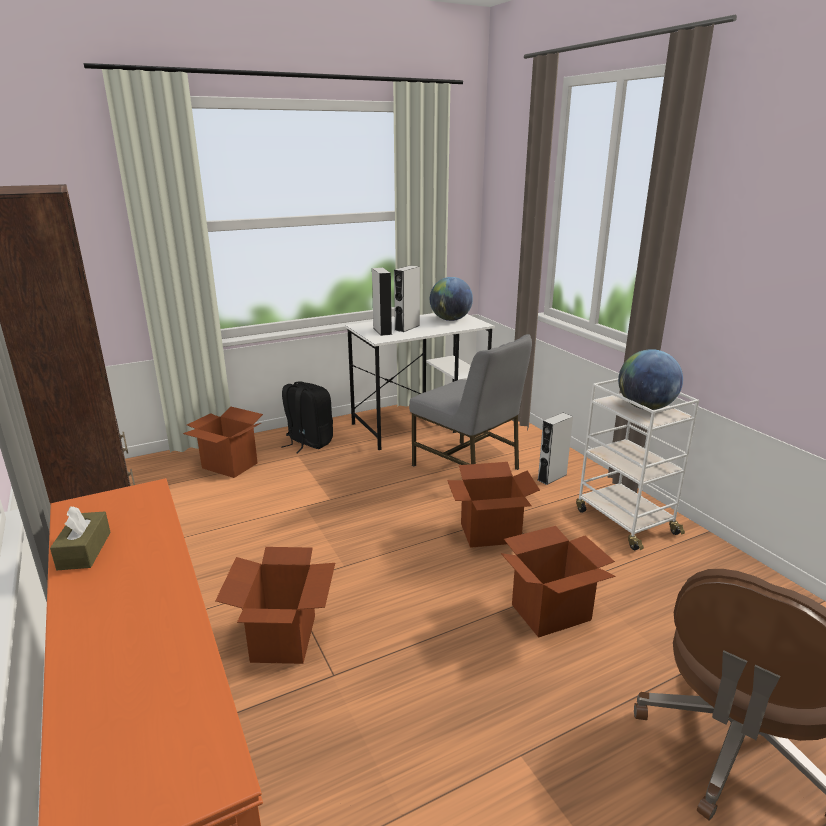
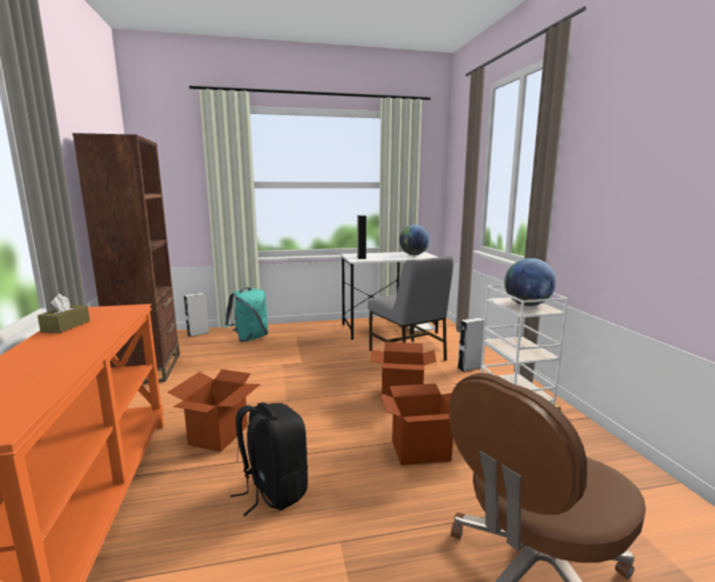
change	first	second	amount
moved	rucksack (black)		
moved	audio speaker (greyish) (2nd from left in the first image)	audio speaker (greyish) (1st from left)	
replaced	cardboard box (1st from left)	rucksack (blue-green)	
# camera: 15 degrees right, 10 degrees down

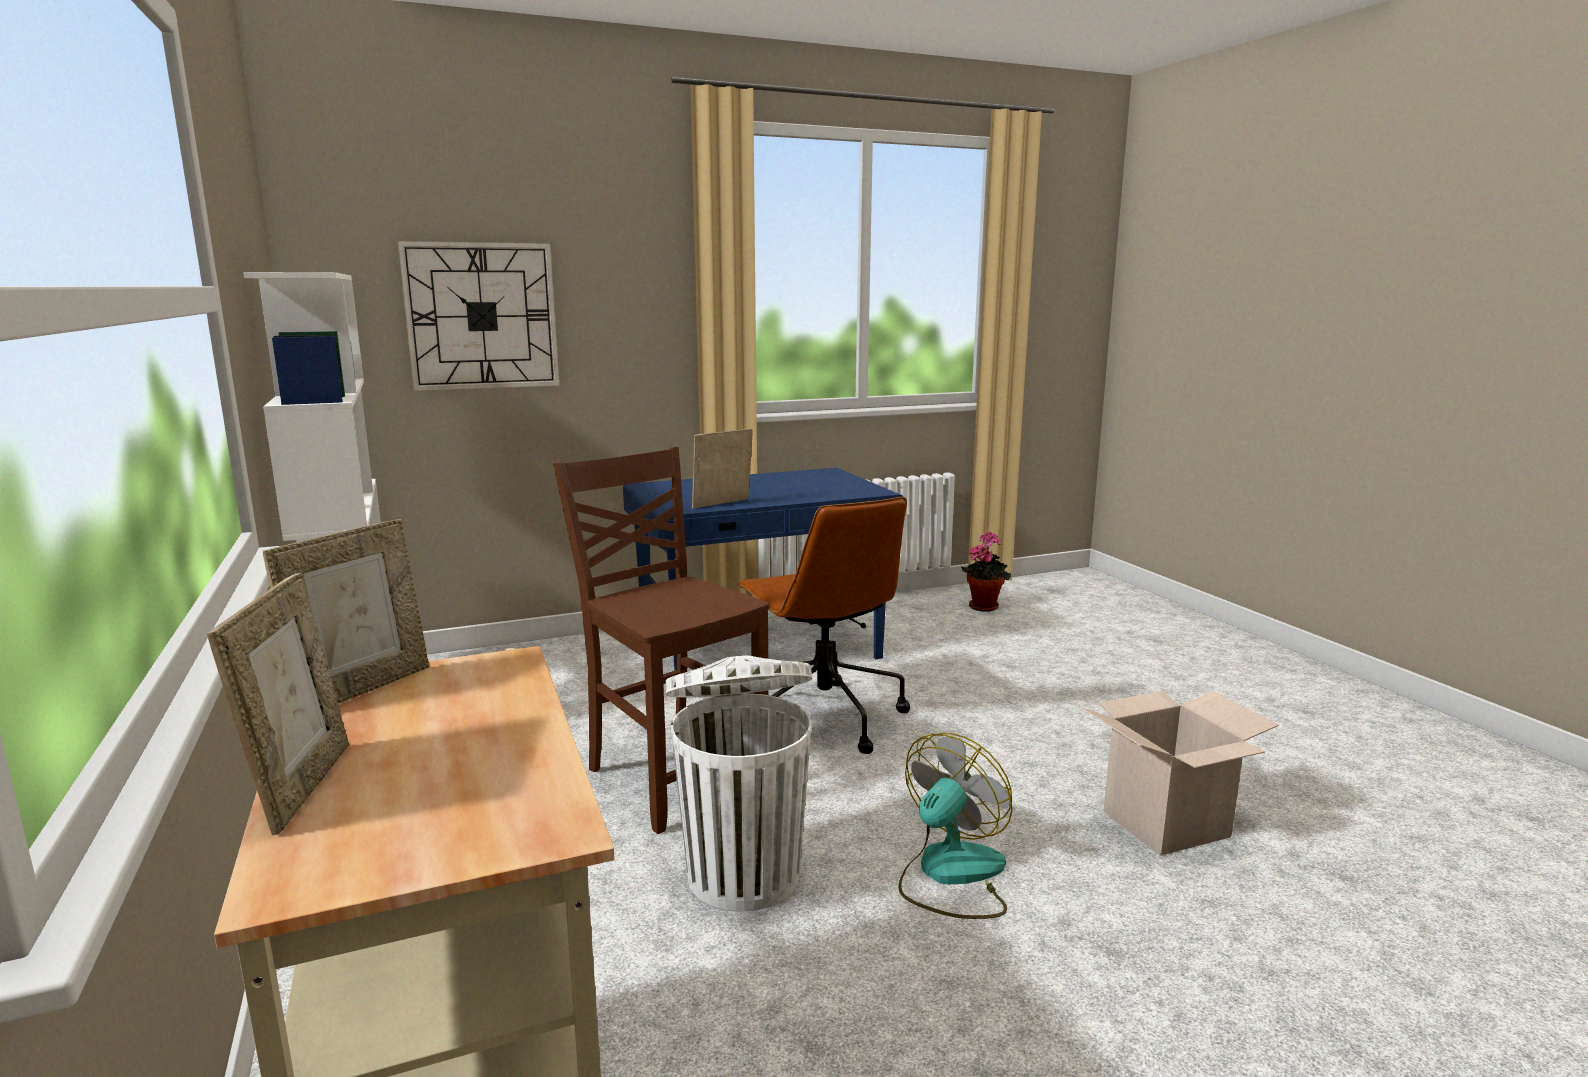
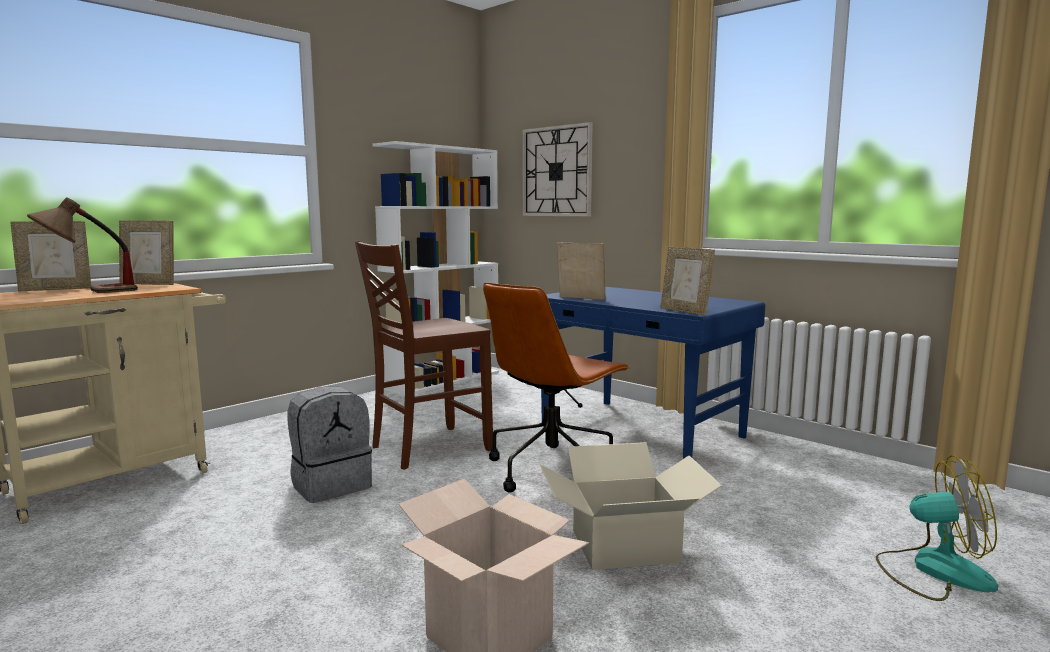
change	first	second	amount
removed	plant in a pot		
added		table lamp	
added		cardboard box (2nd from left)	
added		standing frame (4th from left)	
moved	electric fan		
replaced	waste bin (white-coloured)	rucksack (greyish)	
turned	chair (brownish)		150 degrees counterclockwise
# camera: 65 degrees right, 5 degrees down

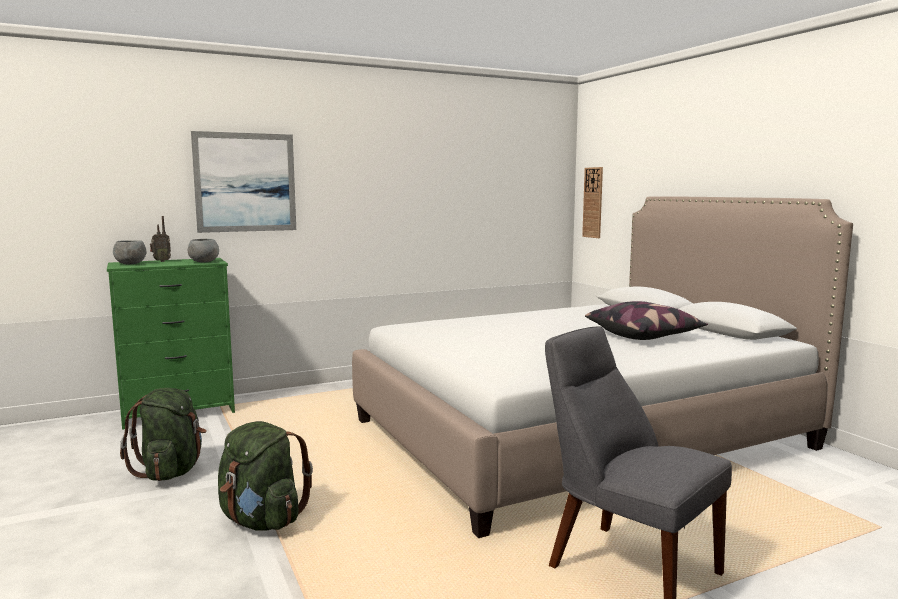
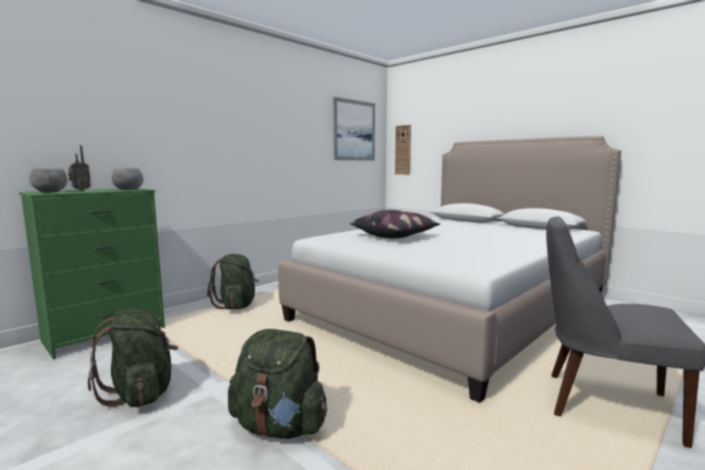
change	first	second	amount
added		rucksack (greenish) (2nd from left)	
moved	wall picture		
moved	throw pillow		
# camera: 20 degrees left, 0 degrees up

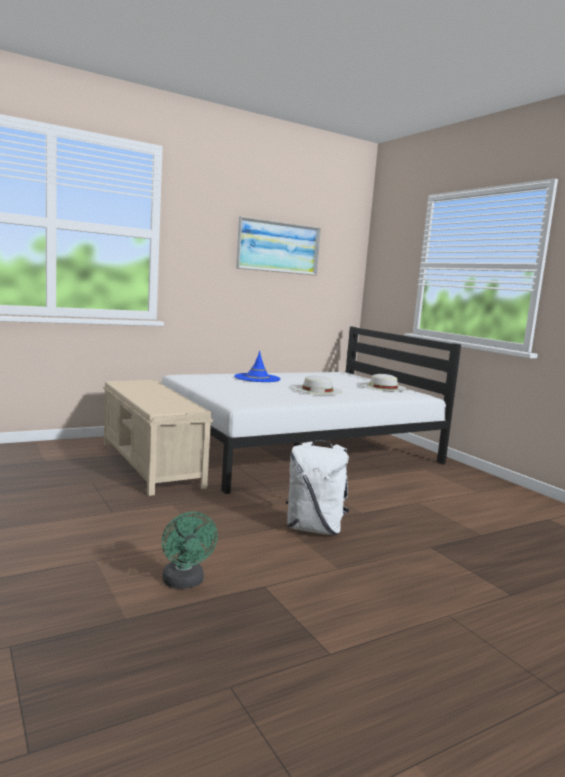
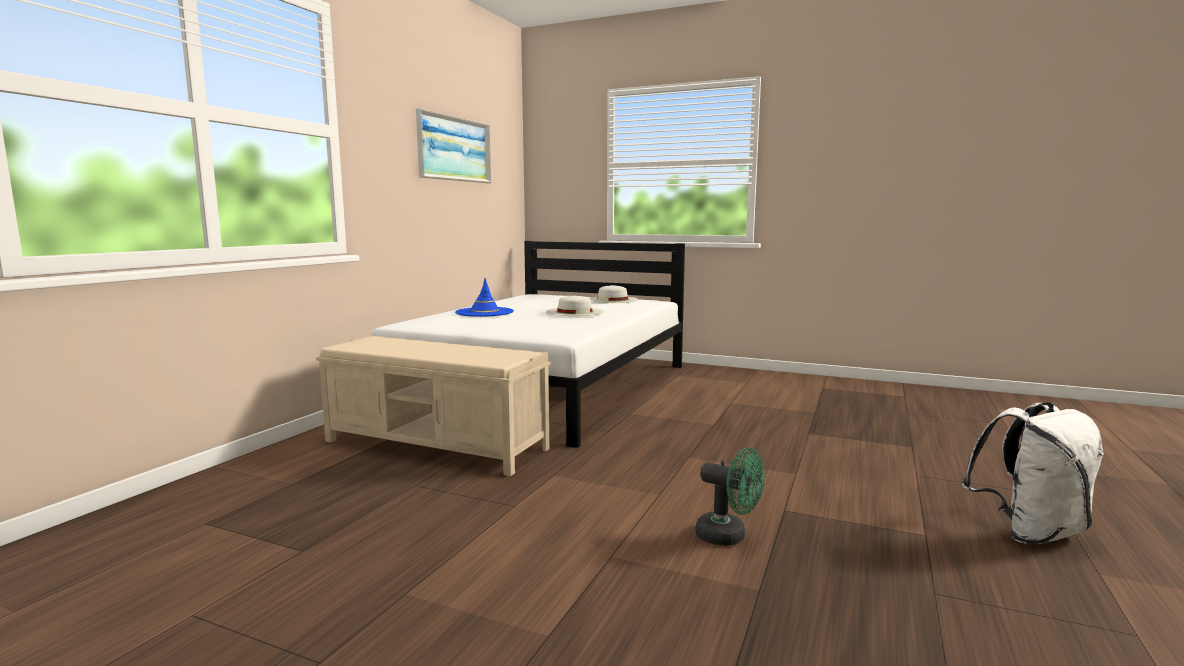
change	first	second	amount
moved	rucksack (white-coloured)		
# camera: 35 degrees left, 0 degrees up

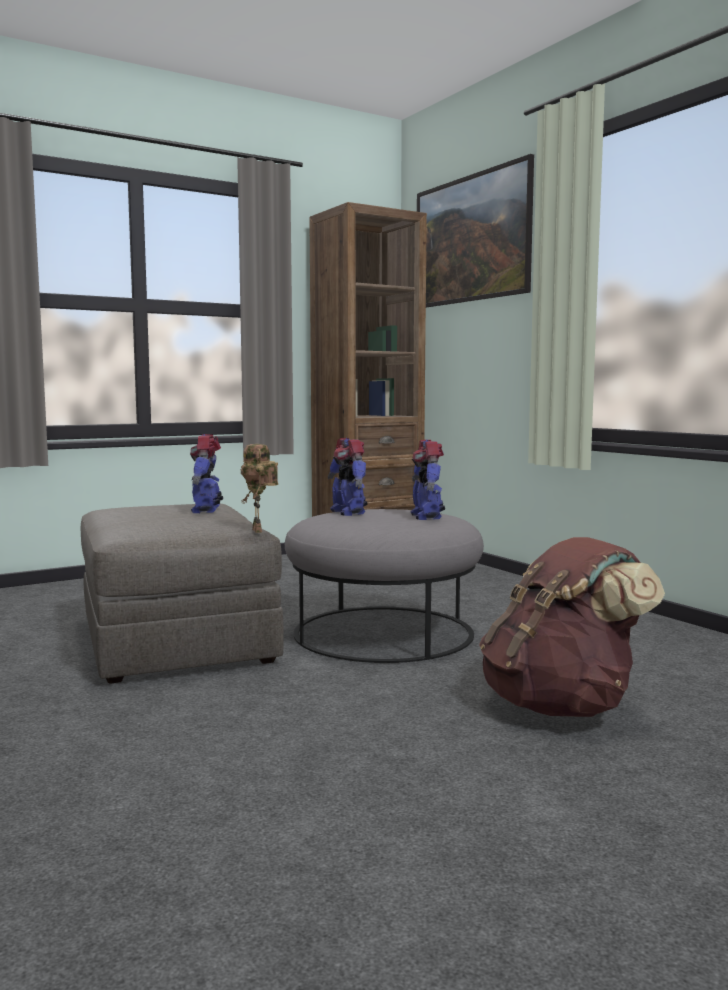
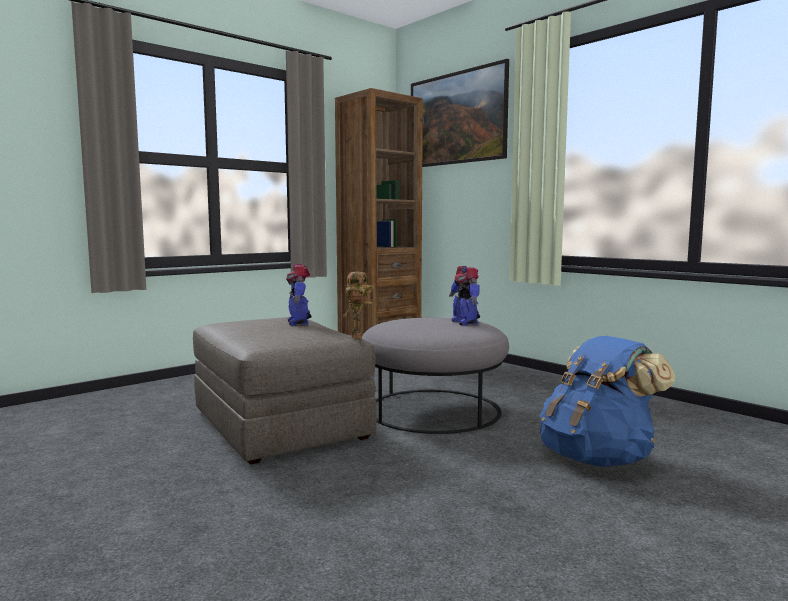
change	first	second	amount
removed	toy robot (3rd from left)		
recoloured	rucksack (brownish)	rucksack (bluish)	
# camera: 10 degrees left, 0 degrees up

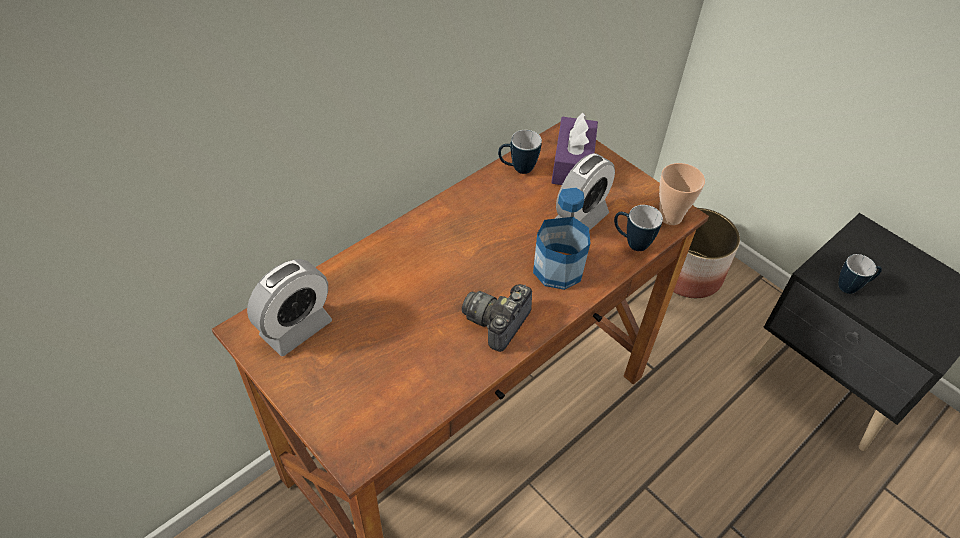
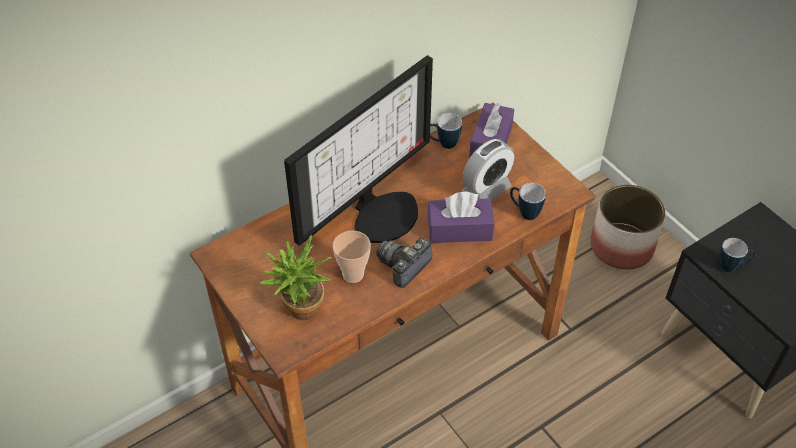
change	first	second	amount
removed	table clock (1st from left)		
added		plant in a pot	
added		computer display	
moved	small cup		
replaced	beverage bottle	box of tissues (purple-coloured) (1st from left)	
# camera: 10 degrees right, 0 degrees up

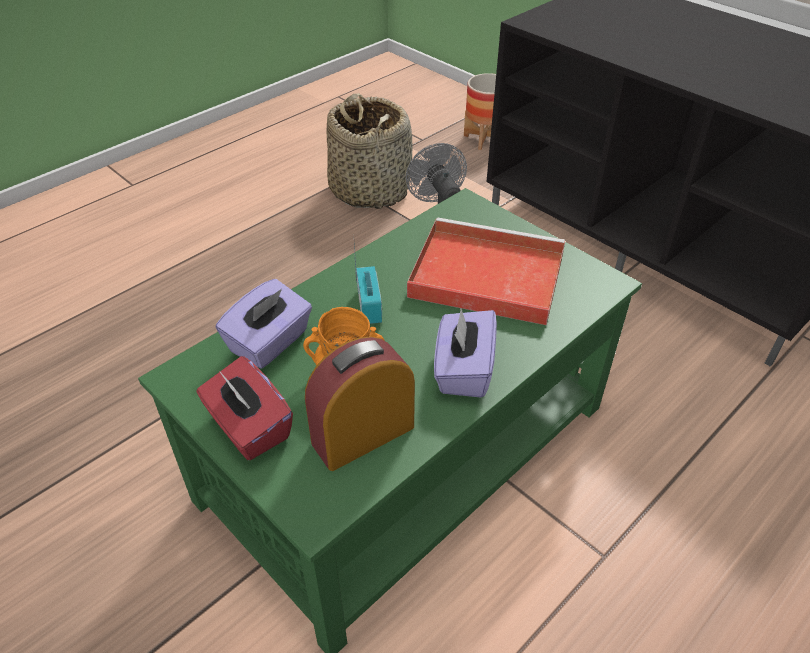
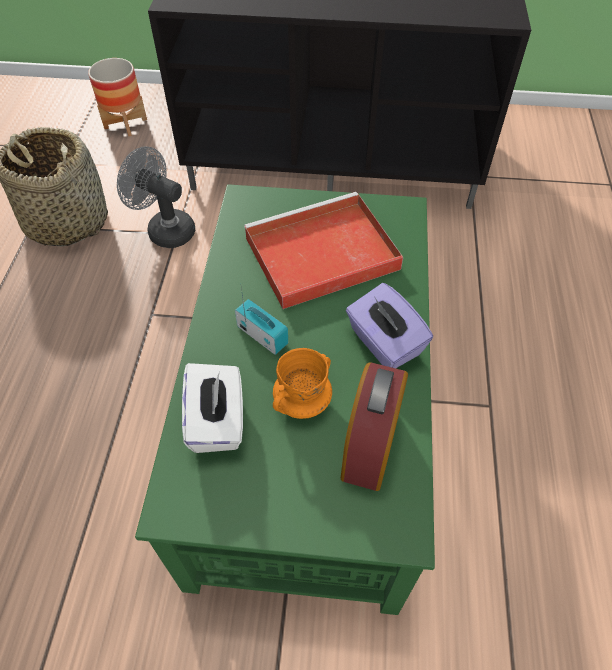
change	first	second	amount
removed	box of tissues (red)		
recoloured	box of tissues (purple-coloured) (1st from left)	box of tissues (white-coloured)	
# camera: 40 degrees left, 10 degrees up

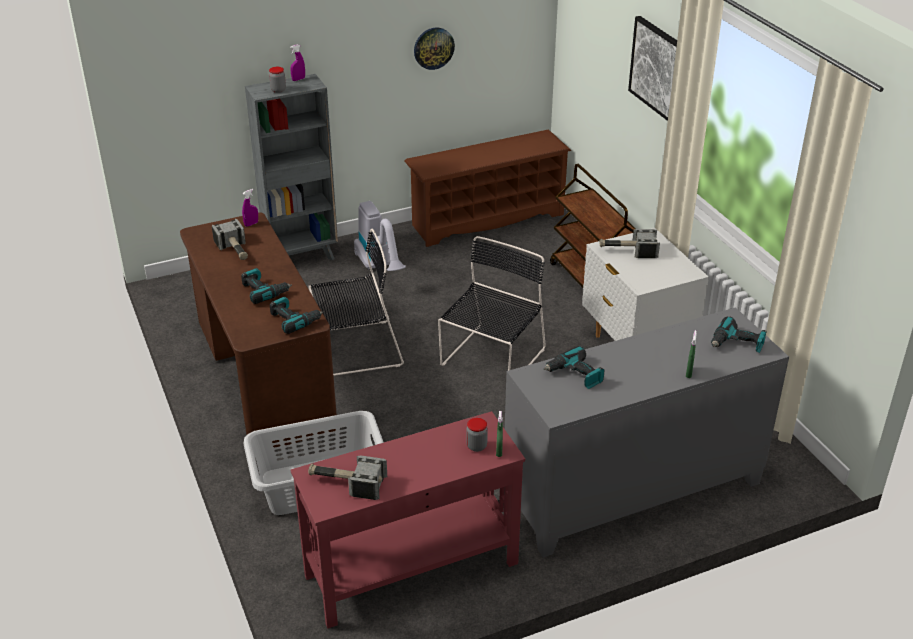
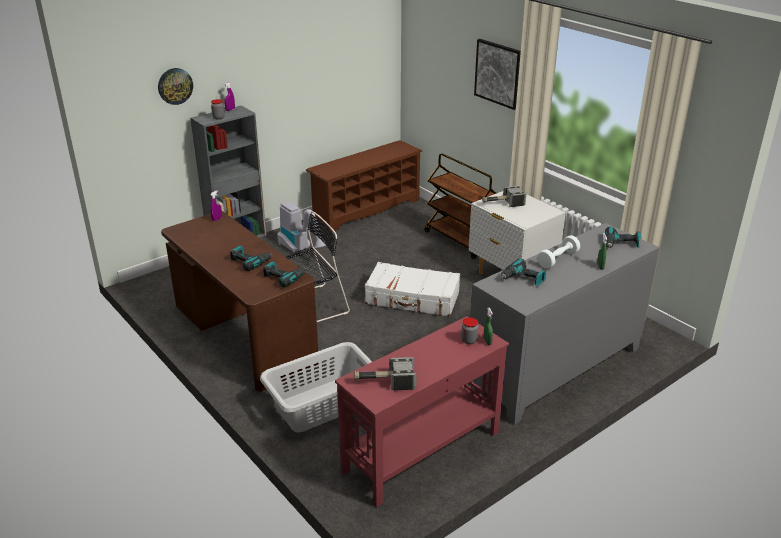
change	first	second	amount
removed	hammer (1st from left)		
added		dumbbell (white-coloured)	
moved	wall clock		
replaced	chair (black) (2nd from left)	piece of luggage (white-coloured)	
# camera: 15 degrees left, 5 degrees down

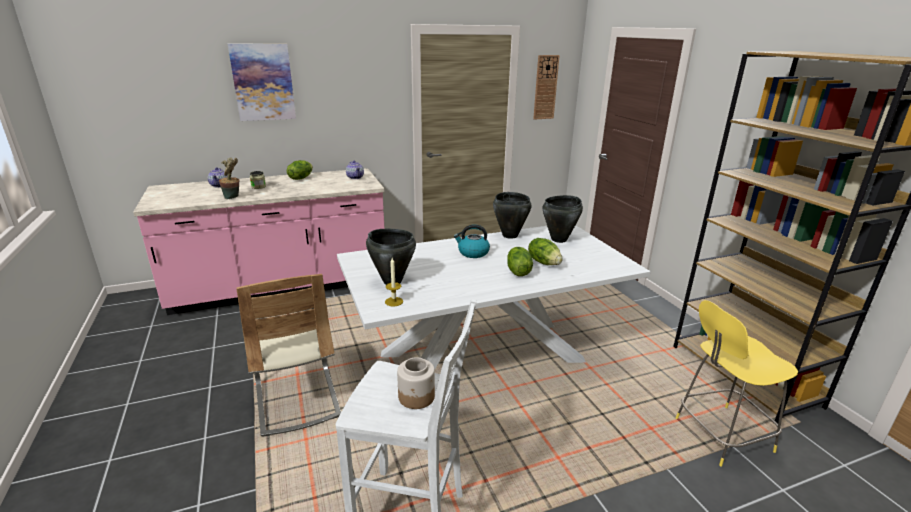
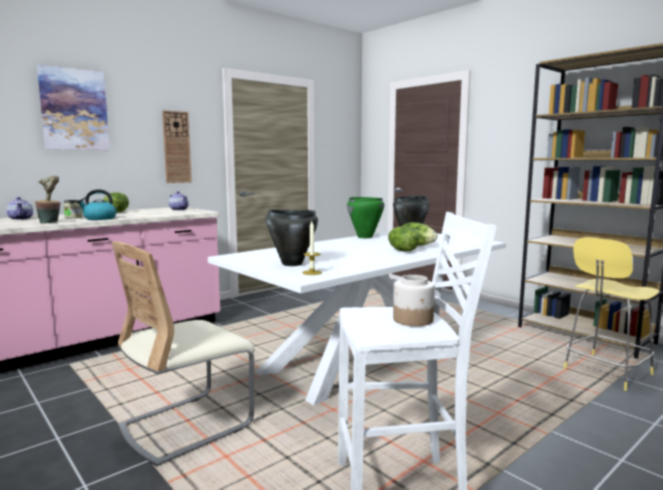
change	first	second	amount
moved	water kettle		
moved	wall clock		
recoloured	stockpot (black) (2nd from left)	stockpot (greenish)	
turned	chair (beige)		90 degrees clockwise
# camera: 20 degrees left, 15 degrees down

